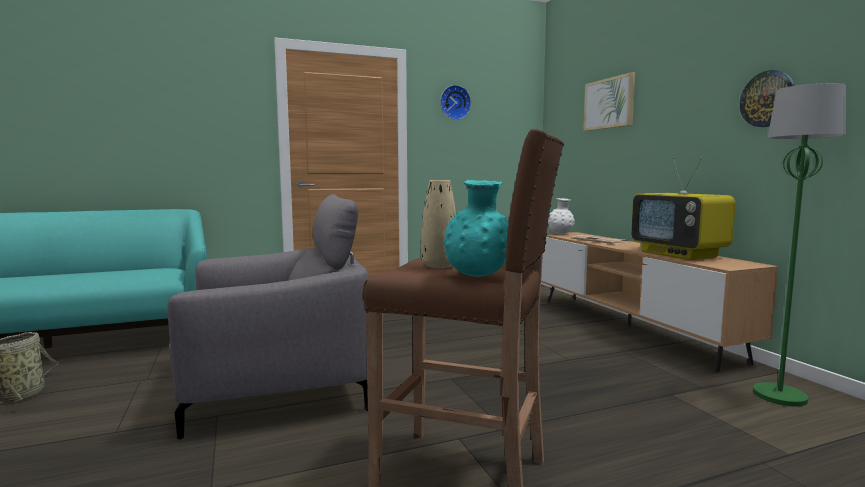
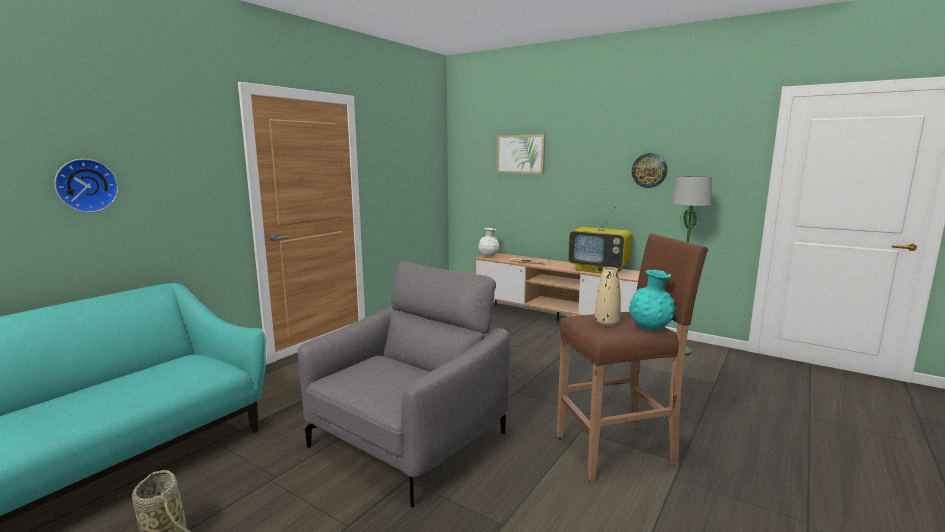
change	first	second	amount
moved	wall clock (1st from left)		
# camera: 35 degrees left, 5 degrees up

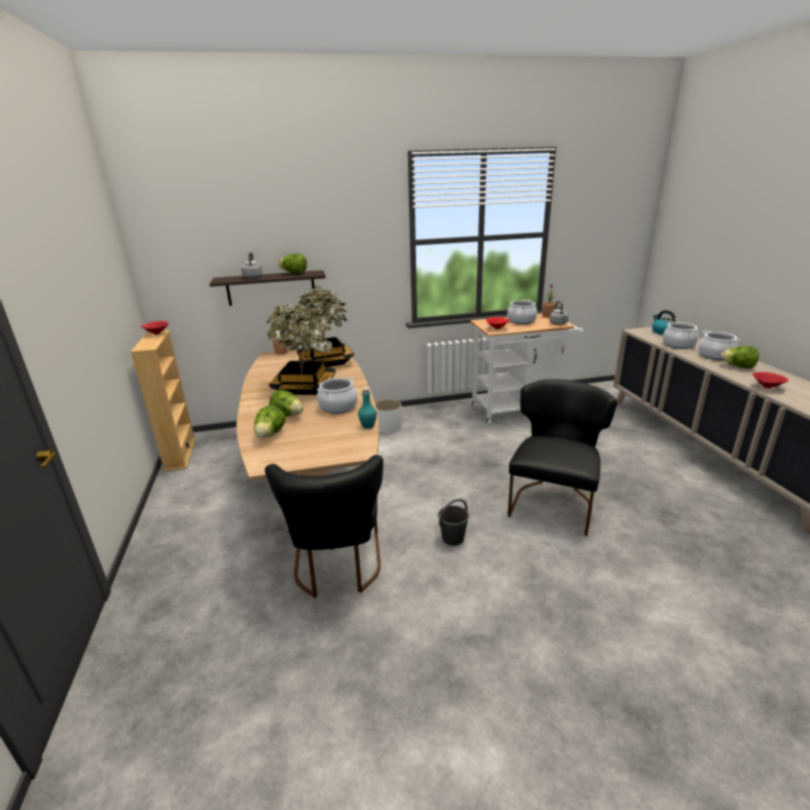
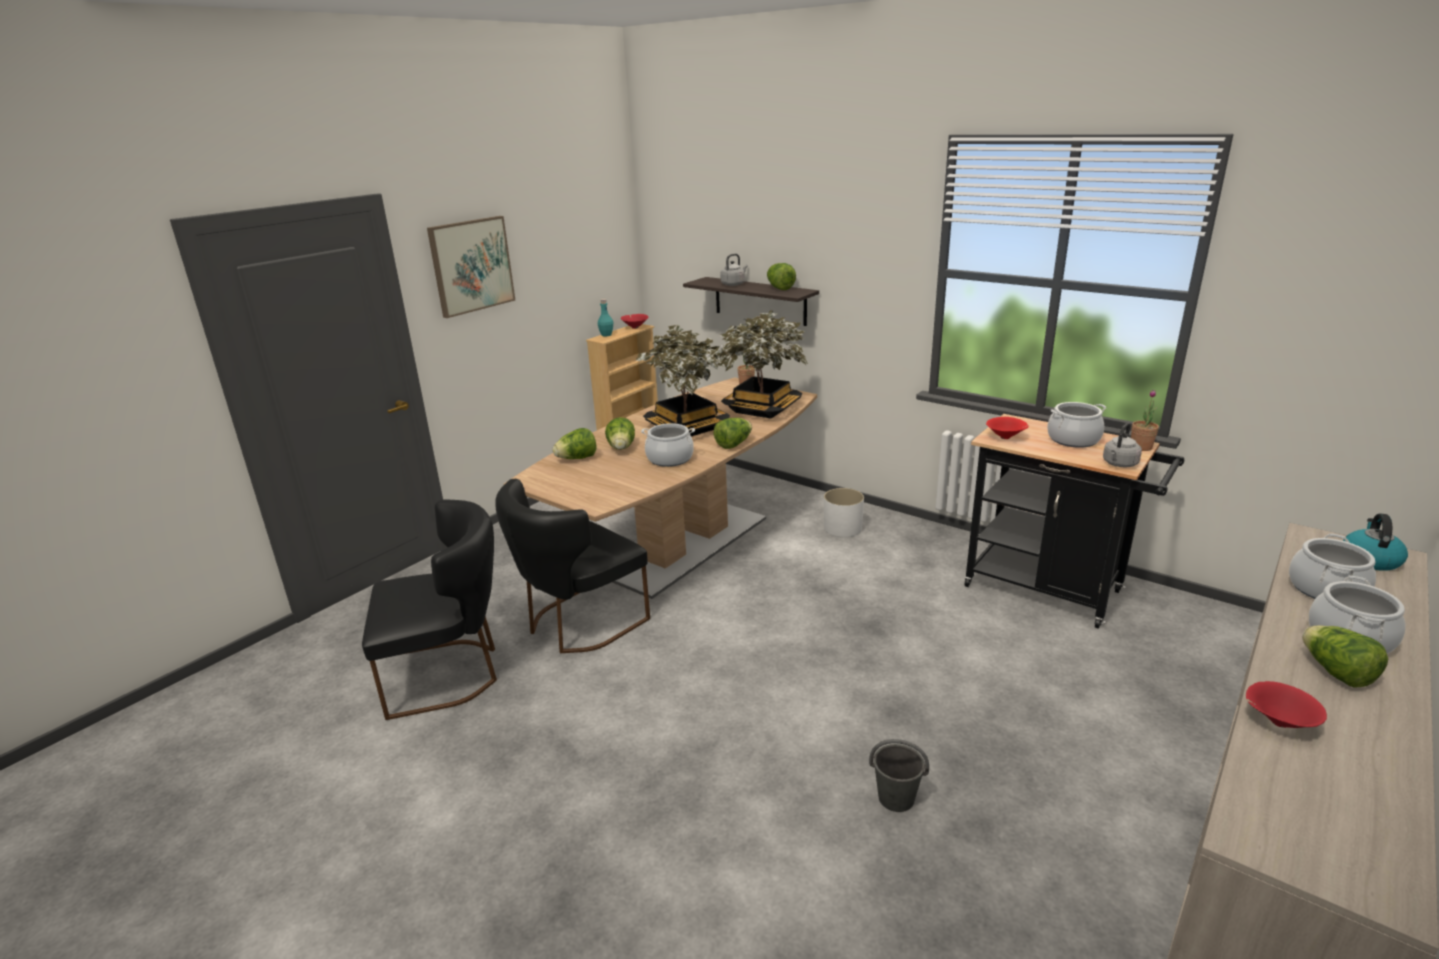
change	first	second	amount
added		wall picture	
added		head of lettuce (3rd from left)	
moved	beverage bottle (blue-green)		
moved	water bucket (greyish)		
moved	chair (black) (2nd from left in the first image)	chair (black) (1st from left)	
recoloured	trolley (white-coloured)	trolley (black)	
# camera: 50 degrees right, 0 degrees up

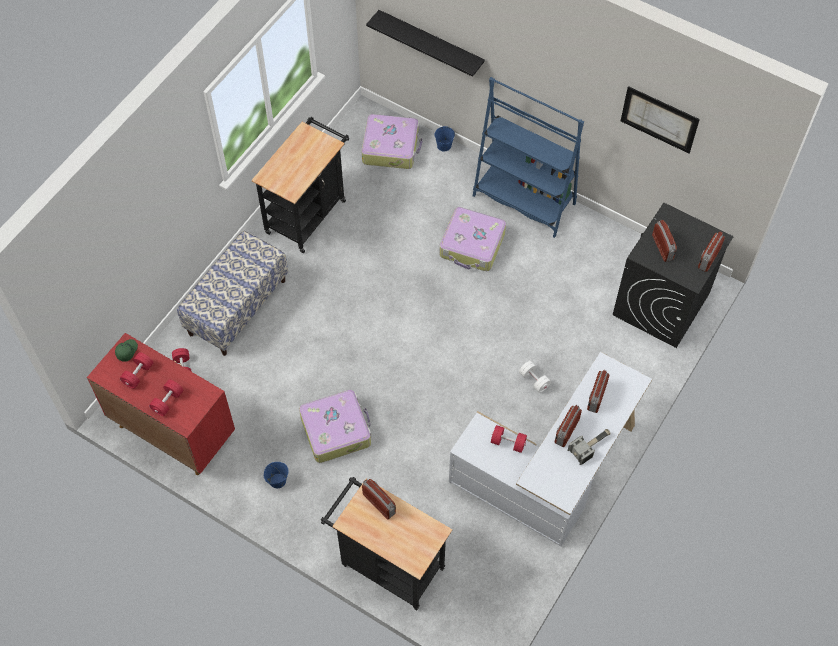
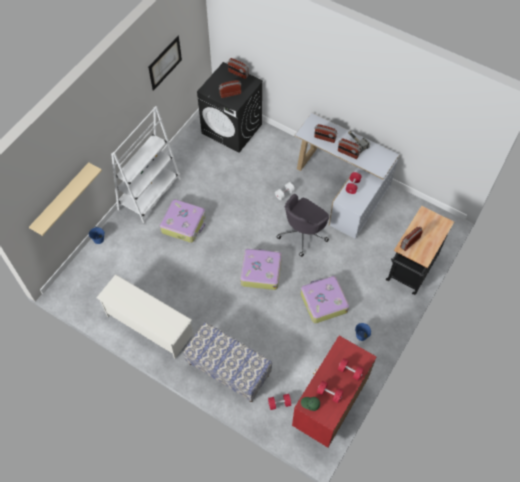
change	first	second	amount
added		desk chair (greyish)	
moved	piece of luggage (2nd from left)		
replaced	trolley (black) (1st from left)	shoe shelf (white-coloured)	
recoloured	shelf (black)	shelf (beige)	
recoloured	bookcase (bluish)	bookcase (white-coloured)	
# camera: 90 degrees left, 0 degrees up

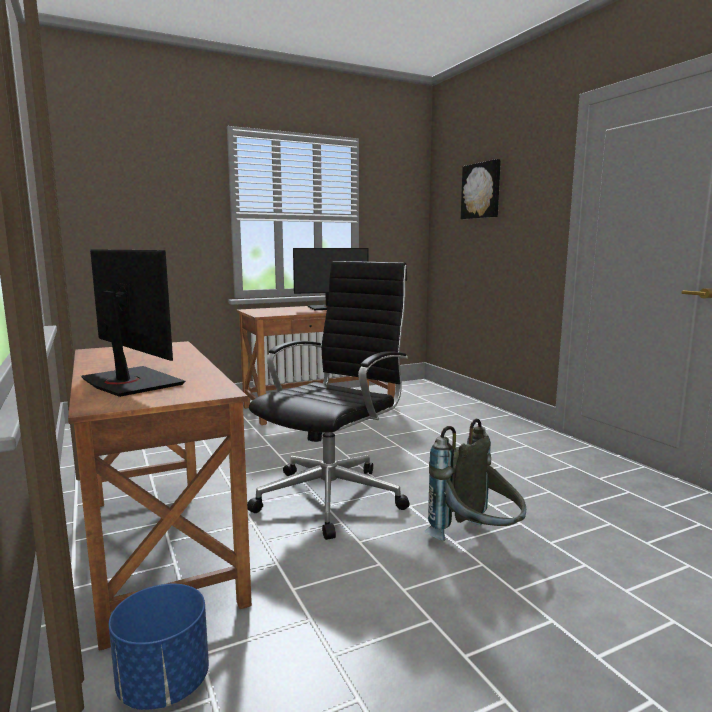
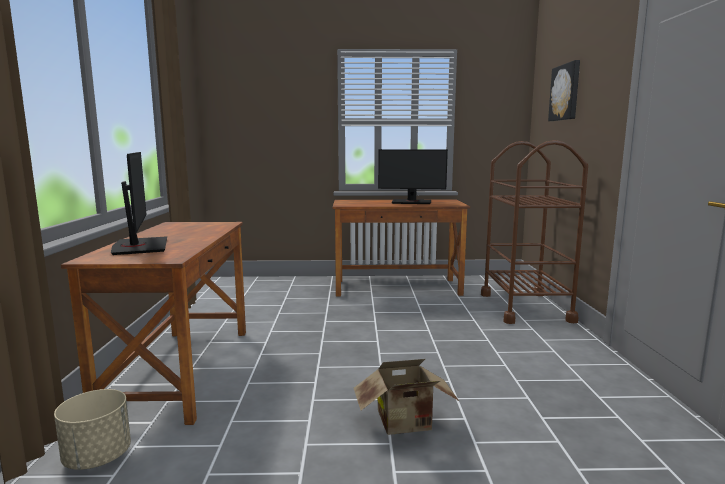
change	first	second	amount
removed	desk chair (black)		
added		trolley (brownish)	
replaced	rucksack (greyish)	cardboard box	
recoloured	planter (bluish)	planter (beige)	
# camera: 25 degrees right, 0 degrees up

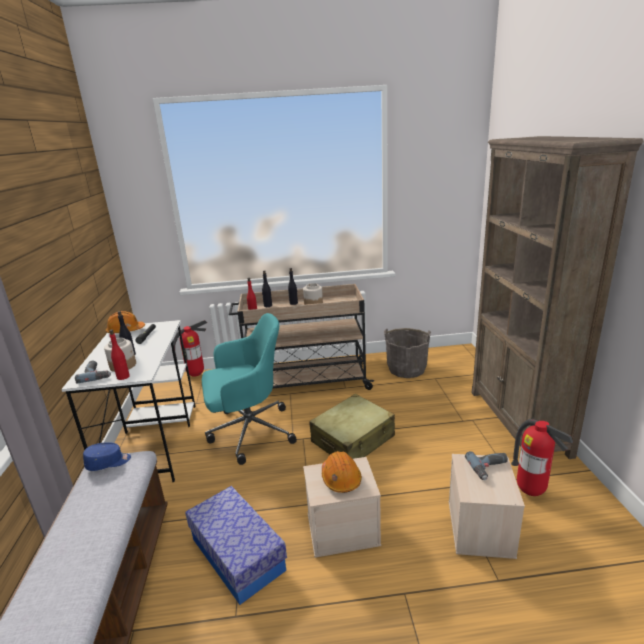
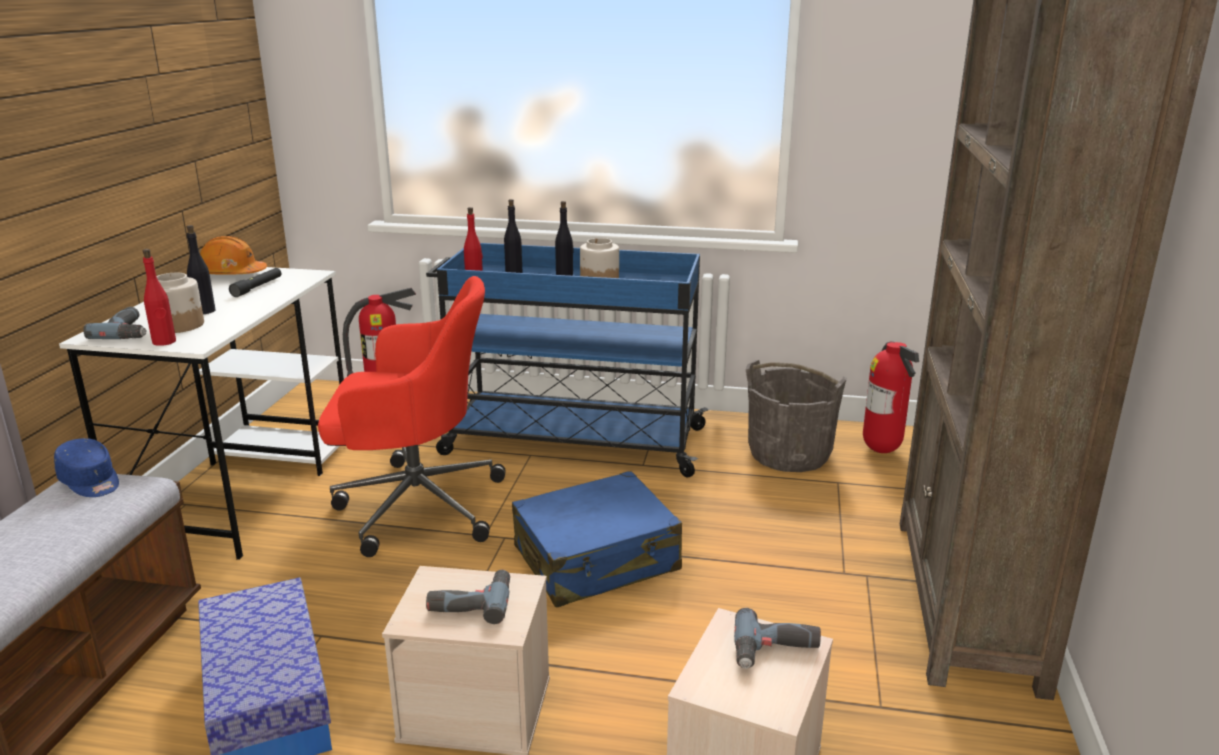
change	first	second	amount
moved	extinguisher (2nd from left)		
replaced	safety helmet (orangey) (2nd from left)	electric drill (2nd from left)	
recoloured	desk chair (blue-green)	desk chair (red)	
recoloured	trolley (beige)	trolley (bluish)	
recoloured	piece of luggage (beige)	piece of luggage (bluish)	
turned	baseball cap (bluish)		45 degrees clockwise
# camera: 15 degrees right, 0 degrees up

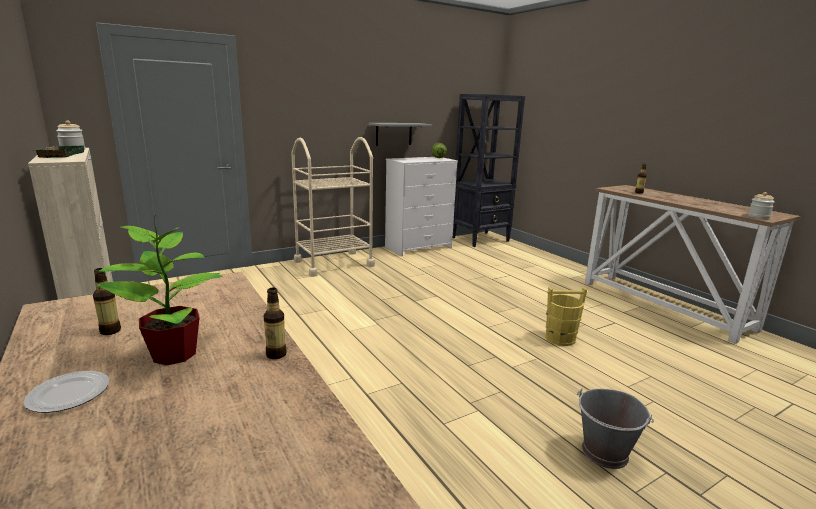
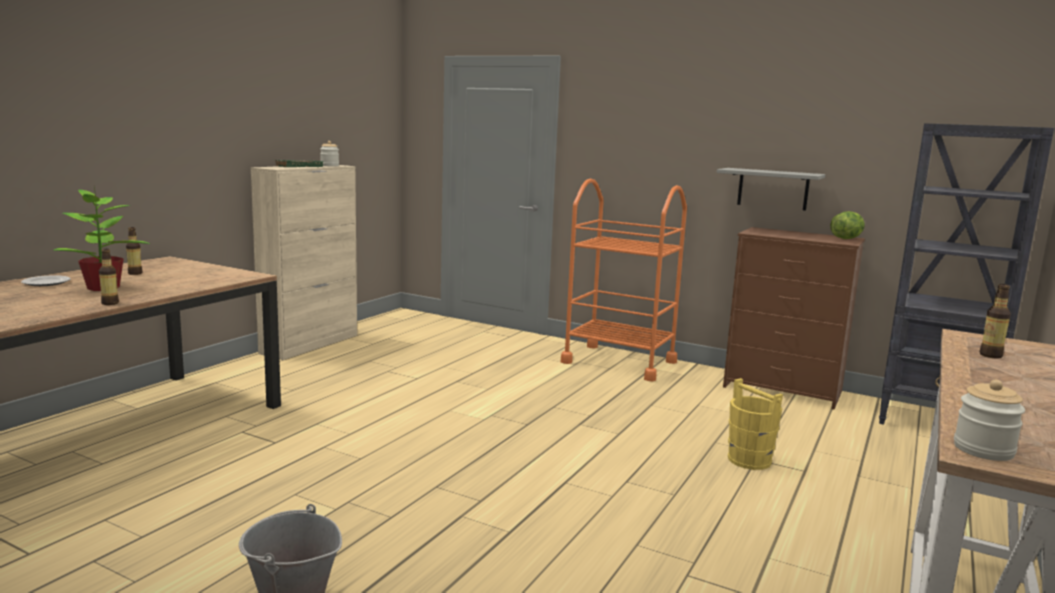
change	first	second	amount
moved	water bucket (yellow-coloured)		
recoloured	trolley (beige)	trolley (orangey)	
recoloured	drawer chest (white-coloured)	drawer chest (brownish)	
# camera: 60 degrees right, 5 degrees down

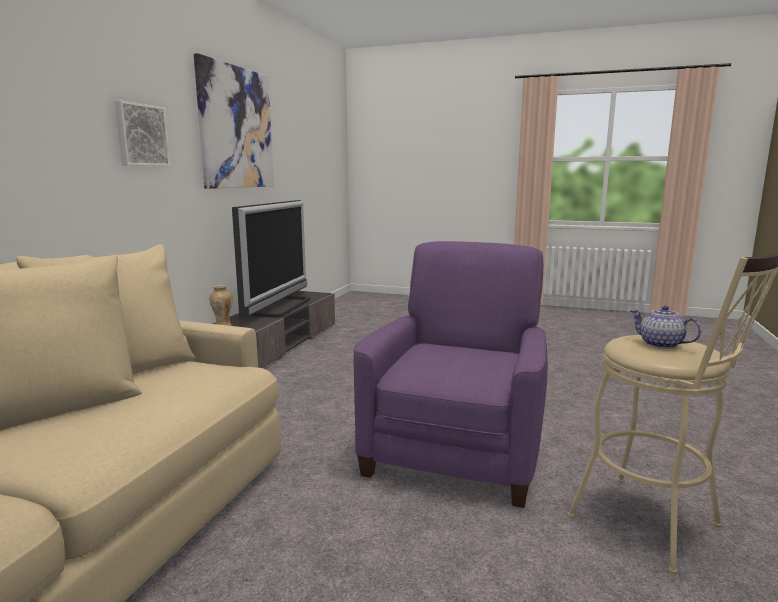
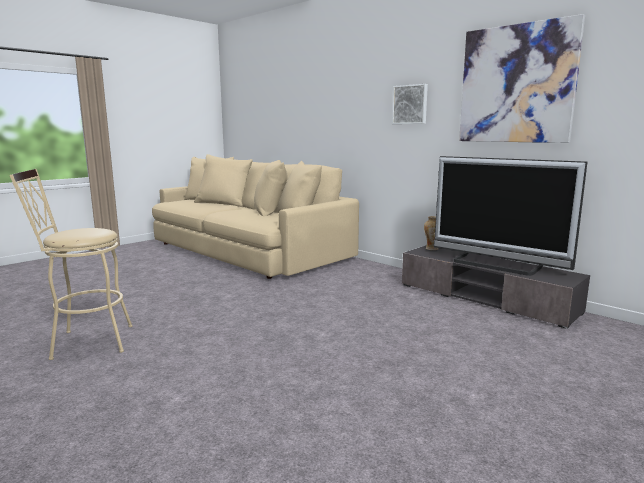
change	first	second	amount
removed	lounge chair (purple-coloured)		
removed	tea pot		
# camera: 115 degrees right, 0 degrees up

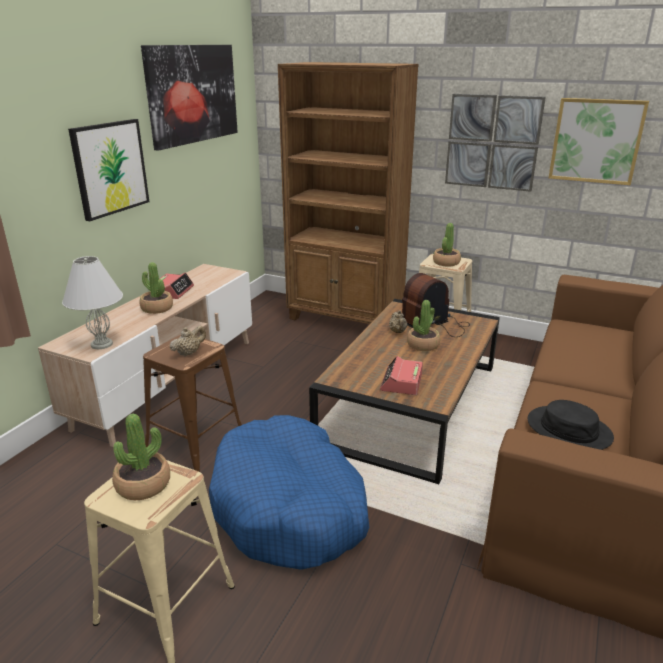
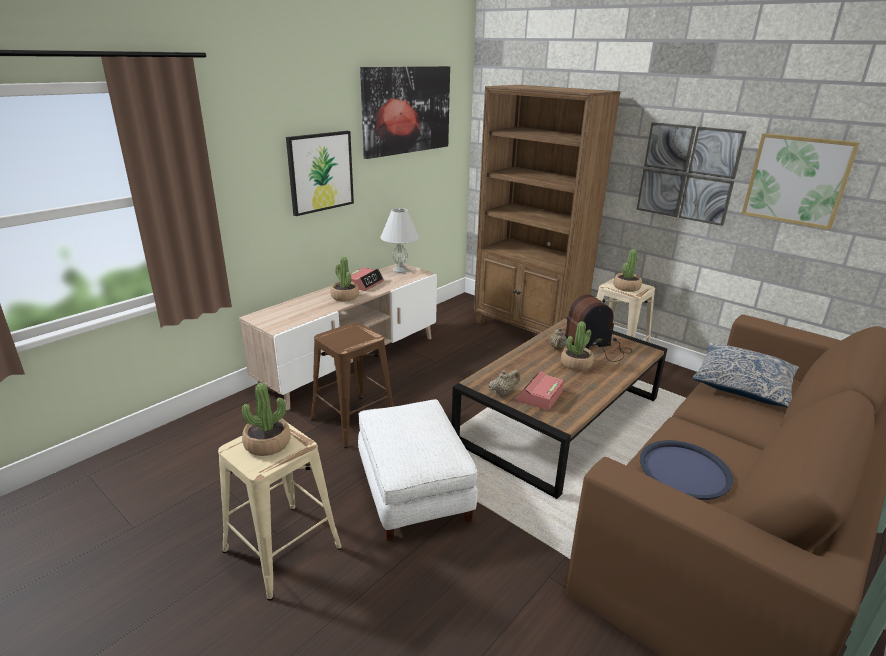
change	first	second	amount
added		throw pillow	
moved	table lamp (white-coloured)		
moved	tea pot (beige) (1st from left)		
replaced	dog bed (bluish)	ottoman (white-coloured)	
replaced	hat (black)	carrying tray (bluish)	
# camera: 15 degrees right, 0 degrees up

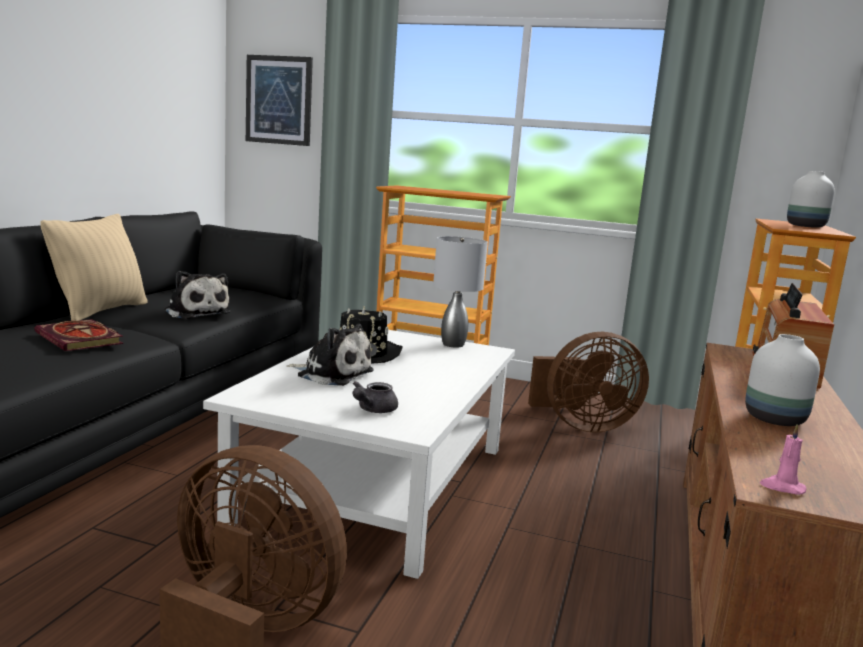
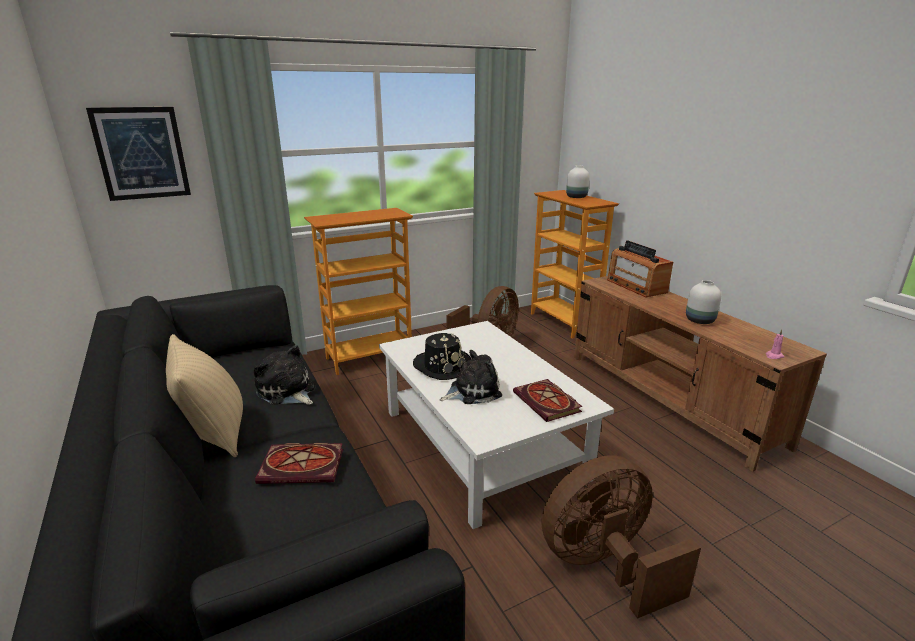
change	first	second	amount
removed	table lamp (greyish)		
replaced	tea pot (greyish)	bound book (2nd from left)	
turned	plush toy (1st from left)		135 degrees counterclockwise
# camera: 45 degrees left, 10 degrees up

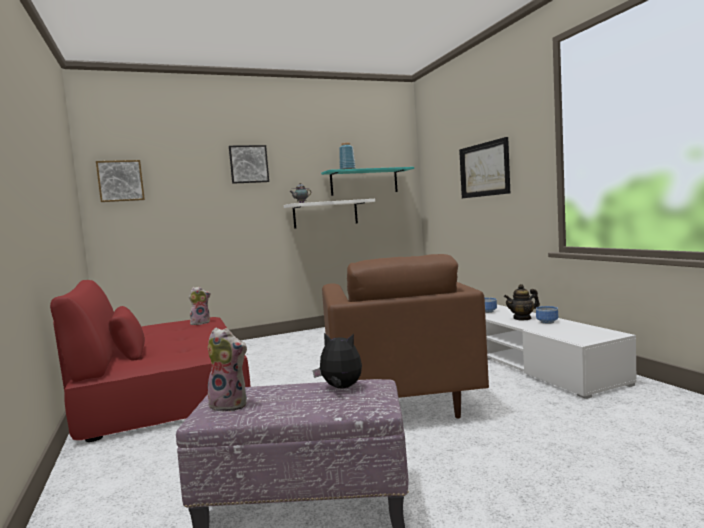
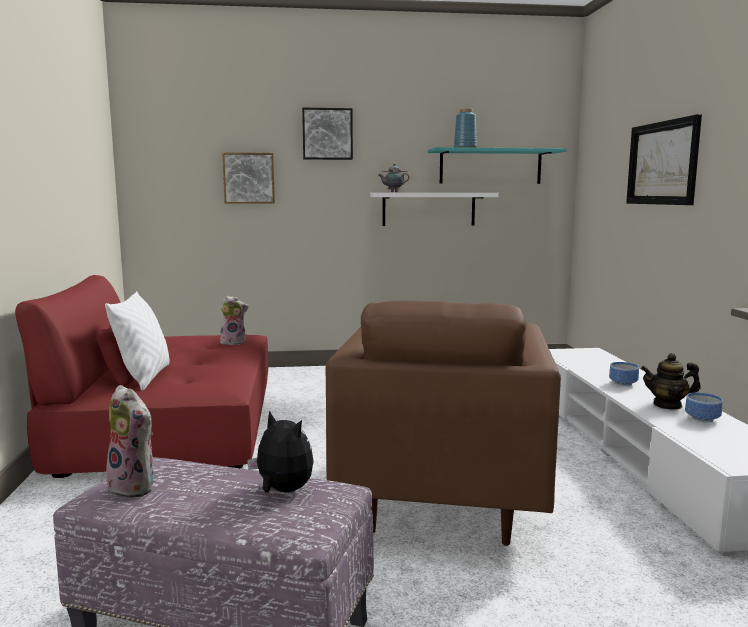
change	first	second	amount
added		throw pillow (white-coloured)	
moved	wall picture (1st from left)		
# camera: 15 degrees right, 5 degrees up

